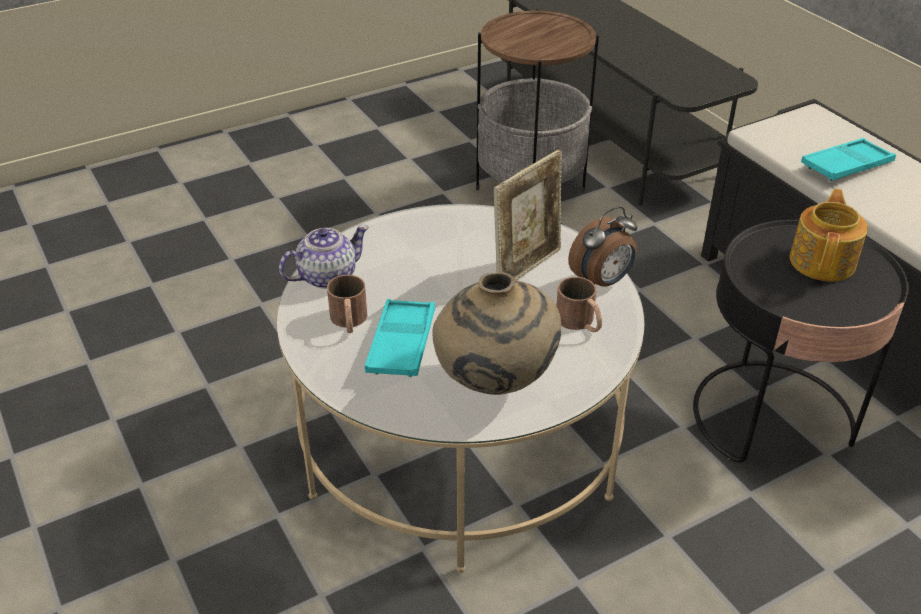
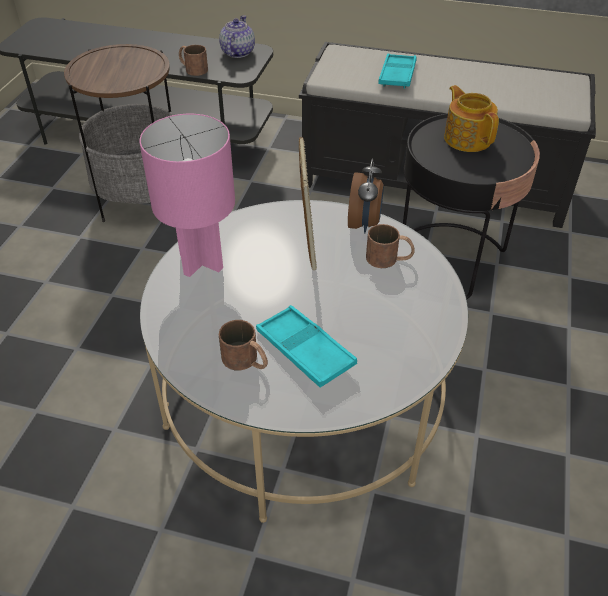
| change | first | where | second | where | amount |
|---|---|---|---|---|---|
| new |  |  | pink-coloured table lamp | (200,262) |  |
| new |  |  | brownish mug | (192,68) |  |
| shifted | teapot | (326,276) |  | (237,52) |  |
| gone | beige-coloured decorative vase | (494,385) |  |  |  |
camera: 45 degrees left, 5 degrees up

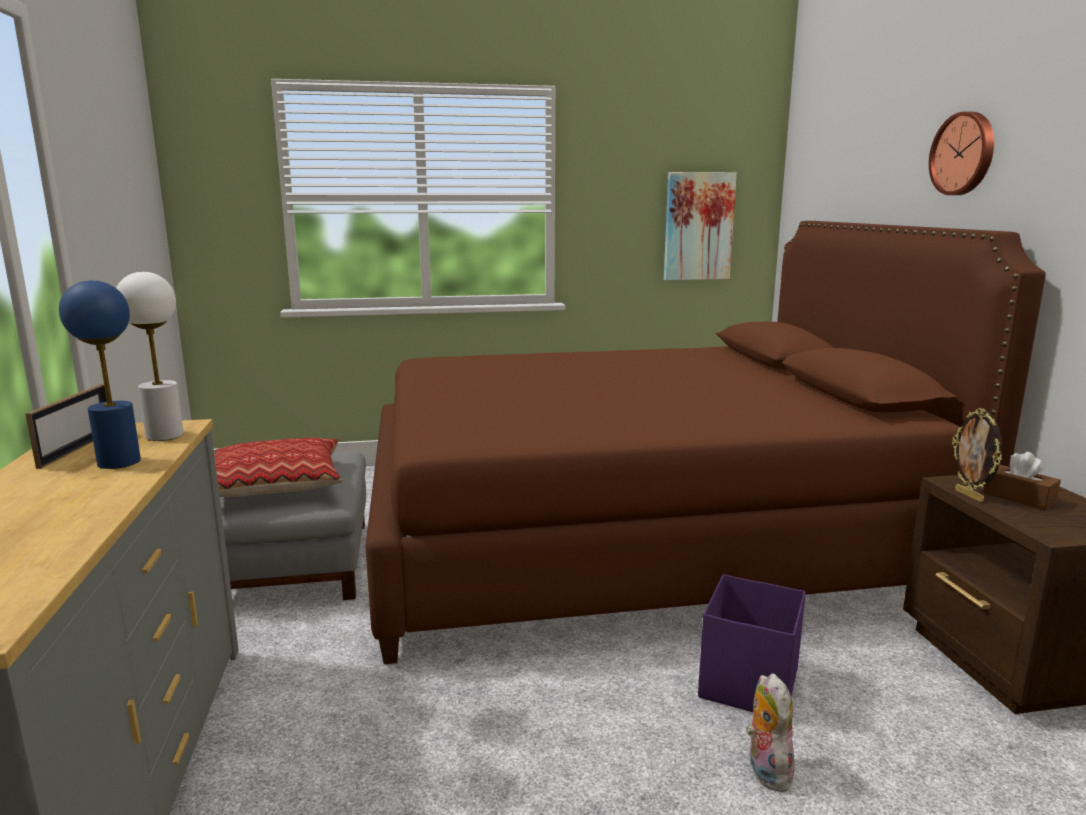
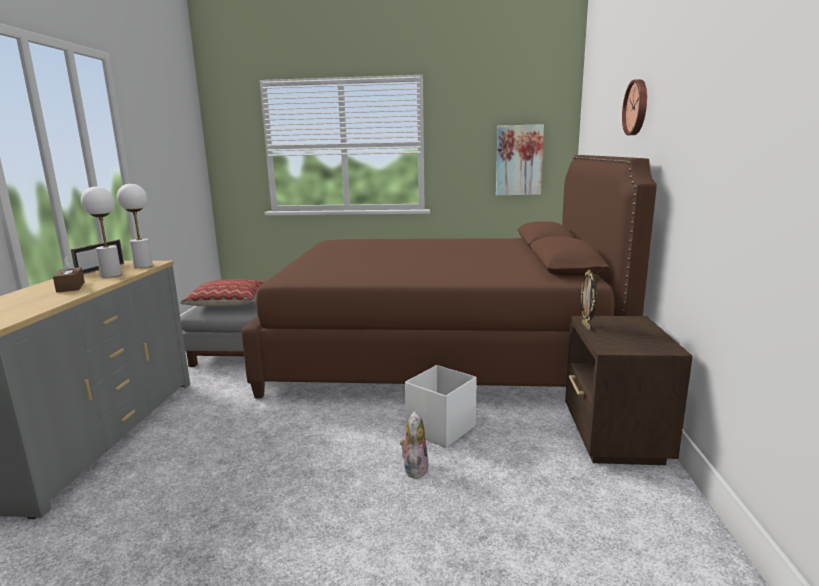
| change | first | where | second | where | amount |
|---|---|---|---|---|---|
| shifted | brownish box of tissues | (1019,498) |  | (71,287) |  |
| repainted | blue table lamp | (119,462) | white table lamp | (111,275) |  |
| repainted | purple storage bin | (747,685) | white storage bin | (440,429) |  |
camera: 15 degrees right, 0 degrees up

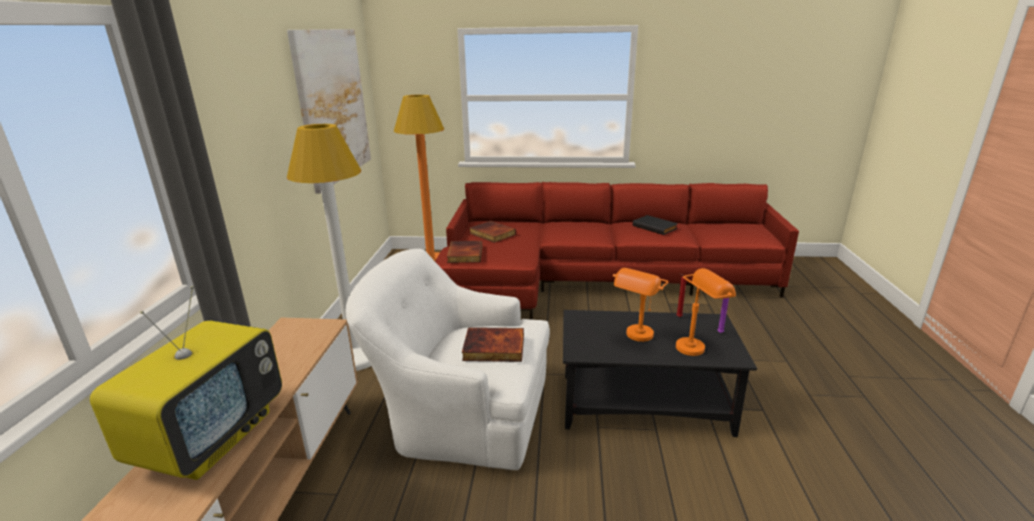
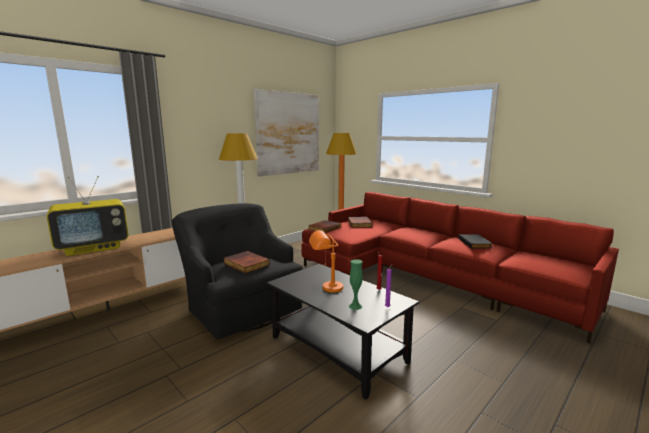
| change | first | where | second | where | amount |
|---|---|---|---|---|---|
| repainted | white easy chair | (460,413) | blackish easy chair | (240,307) |  |
| swapped | orange-coloured table lamp | (697,345) | green decorative vase | (355,306) |  |
camera: 40 degrees right, 10 degrees down

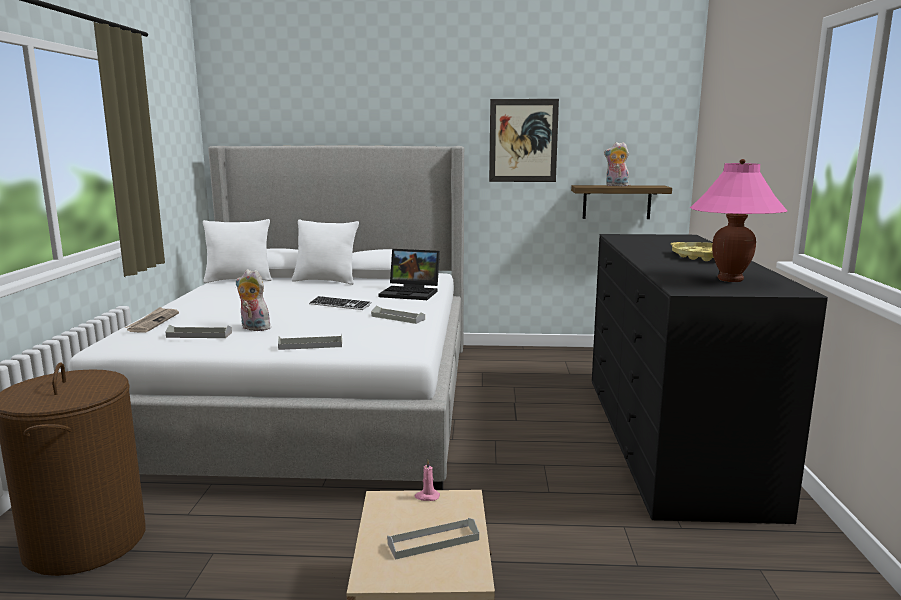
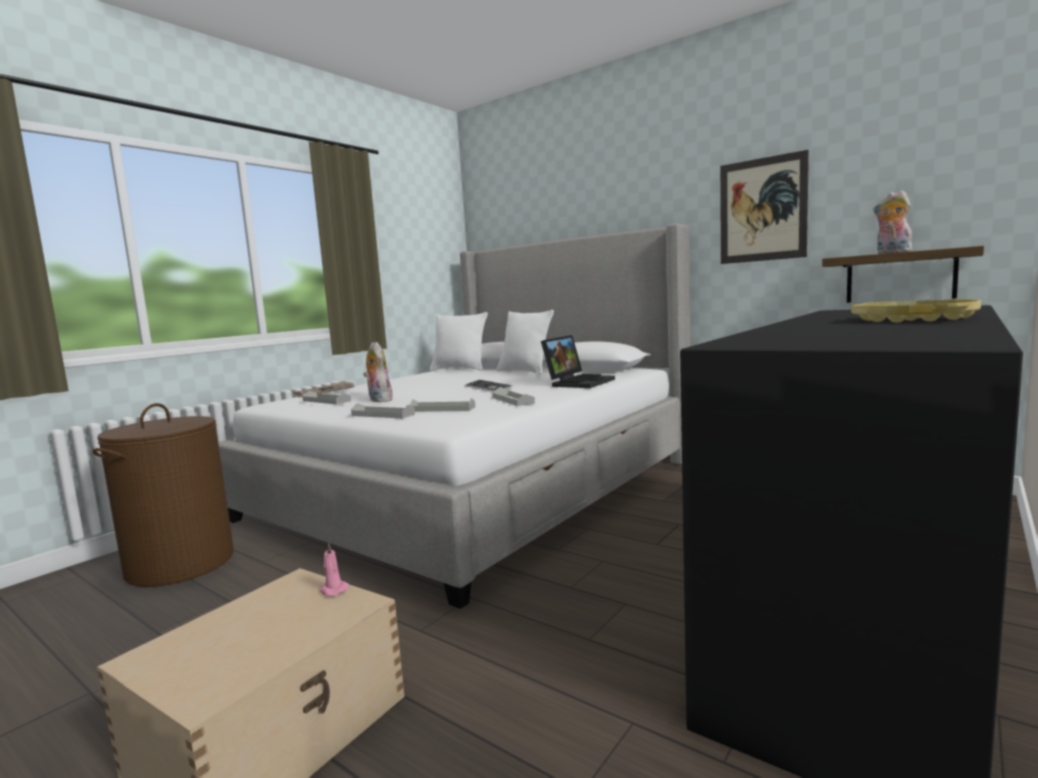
| change | first | where | second | where | amount |
|---|---|---|---|---|---|
| shifted | greyish tray | (433,541) |  | (442,409) |  |
| rotated | laptop | (411,293) |  | (578,382) | 105 degrees counterclockwise |
| gone | pink-coloured table lamp | (730,279) |  |  |  |
camera: 35 degrees right, 5 degrees down

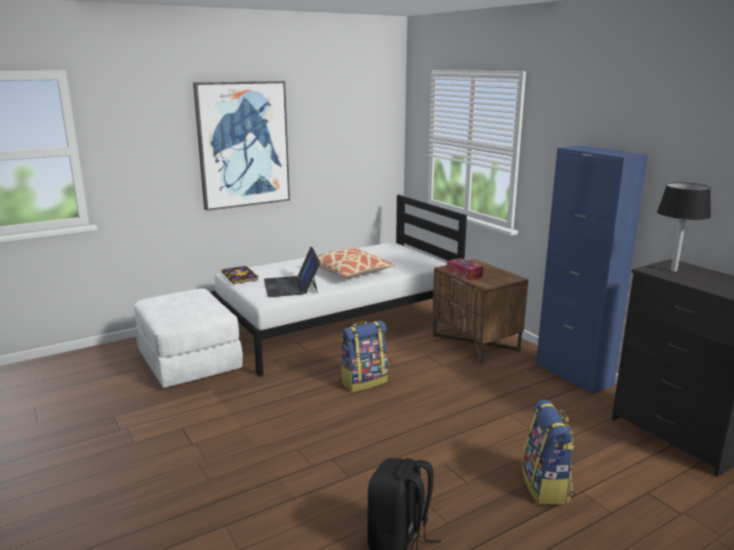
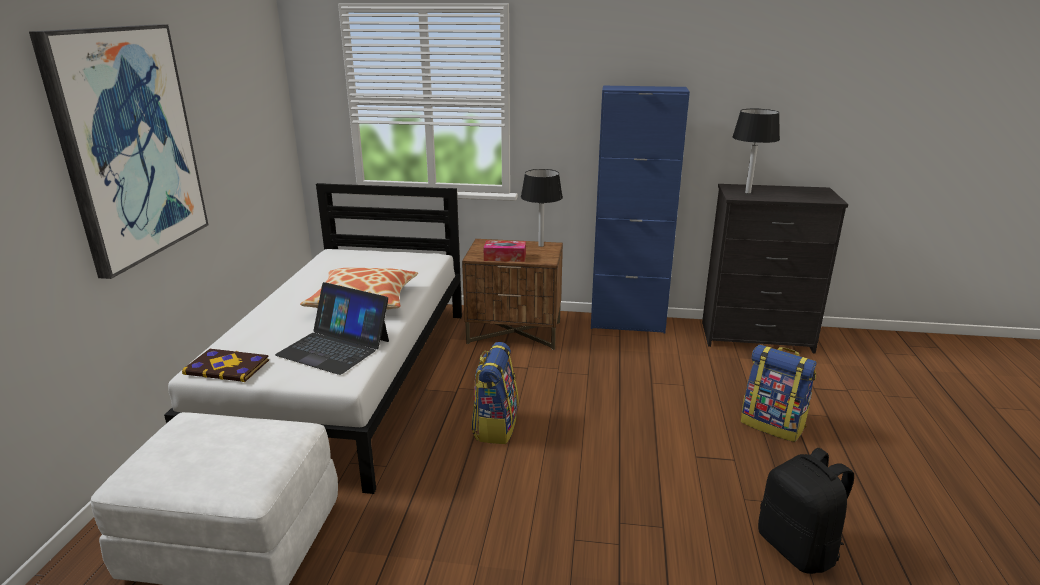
| change | first | where | second | where | amount |
|---|---|---|---|---|---|
| new |  |  | blackish table lamp | (540,246) |  |
camera: 50 degrees left, 5 degrees up

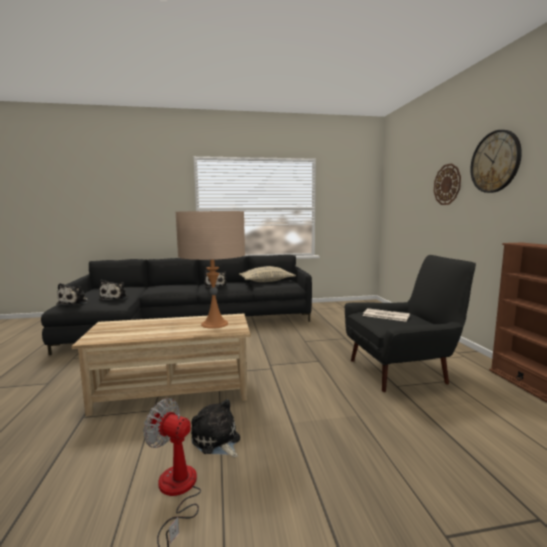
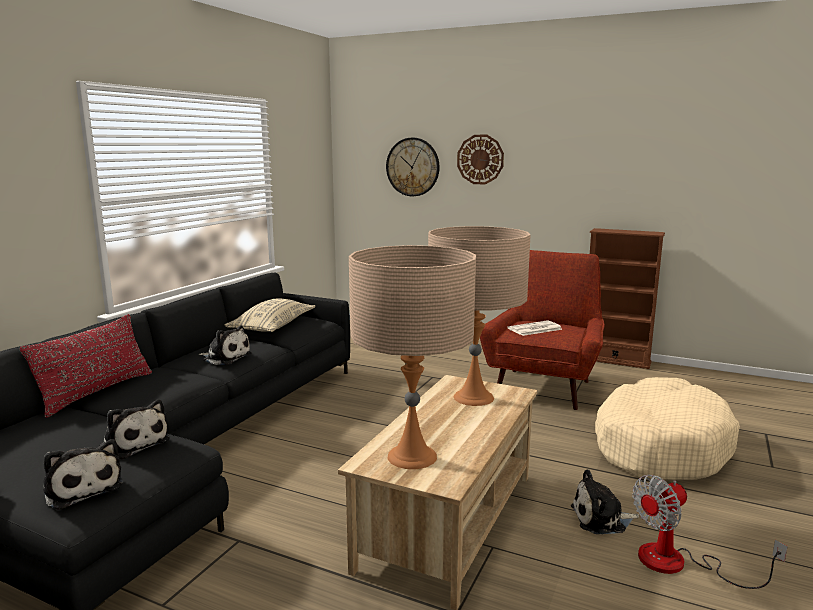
| change | first | where | second | where | amount |
|---|---|---|---|---|---|
| new |  |  | red cushion | (96,392) |  |
| new |  |  | beige-coloured table lamp | (412,456) |  |
| shifted | clock on the wall | (495,162) |  | (413,167) |  |
| repainted | blackish easy chair | (402,370) | red easy chair | (544,386) |  |
| new |  |  | beige-coloured dog bed | (659,446) |  |
camera: 55 degrees left, 5 degrees up

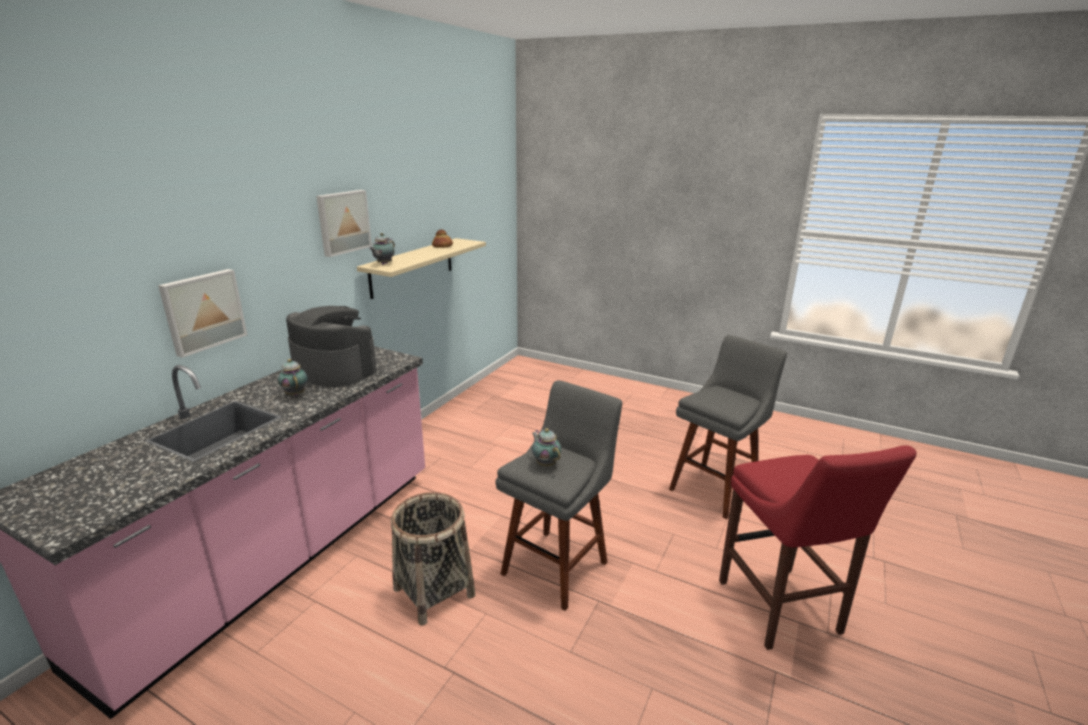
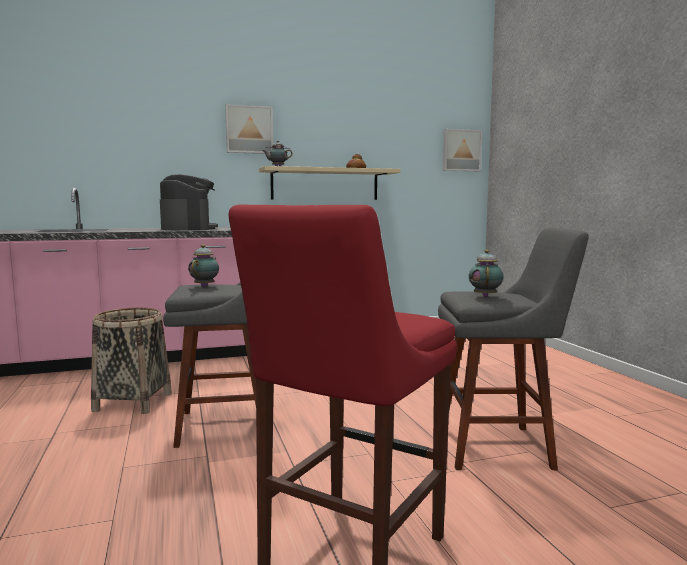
| change | first | where | second | where | amount |
|---|---|---|---|---|---|
| shifted | wall art | (203,311) |  | (461,150) |  |
| shifted | teapot | (295,393) |  | (485,296) |  |
camera: 45 degrees right, 15 degrees down

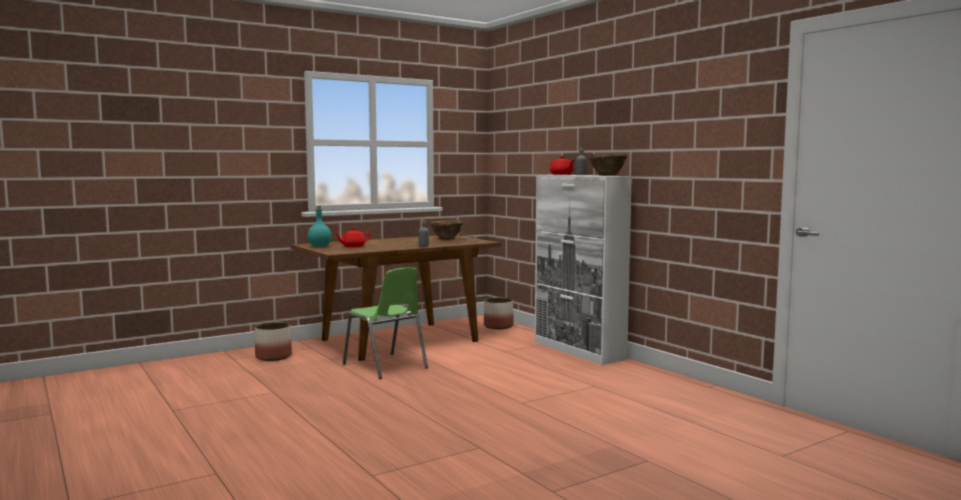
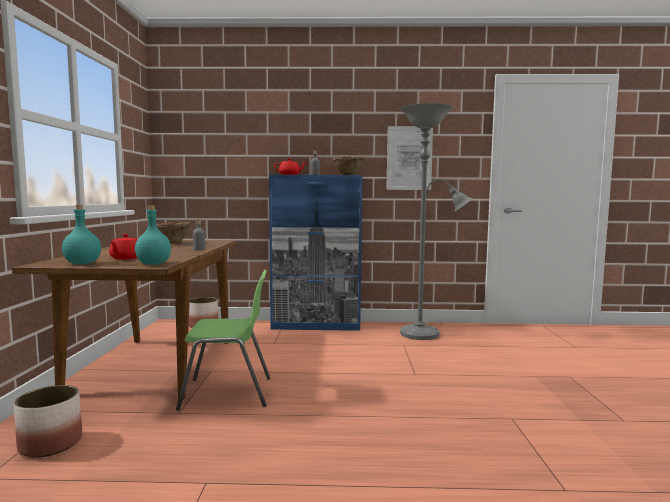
| change | first | where | second | where | amount |
|---|---|---|---|---|---|
| new |  |  | turquoise drink bottle | (154,264) |  |
| repainted | white cupboard | (579,350) | blue cupboard | (316,326) |  |
| new |  |  | wall art | (409,158) |  |
| new |  |  | greyish floor lamp | (425,334) |  |
camera: 55 degrees left, 0 degrees up

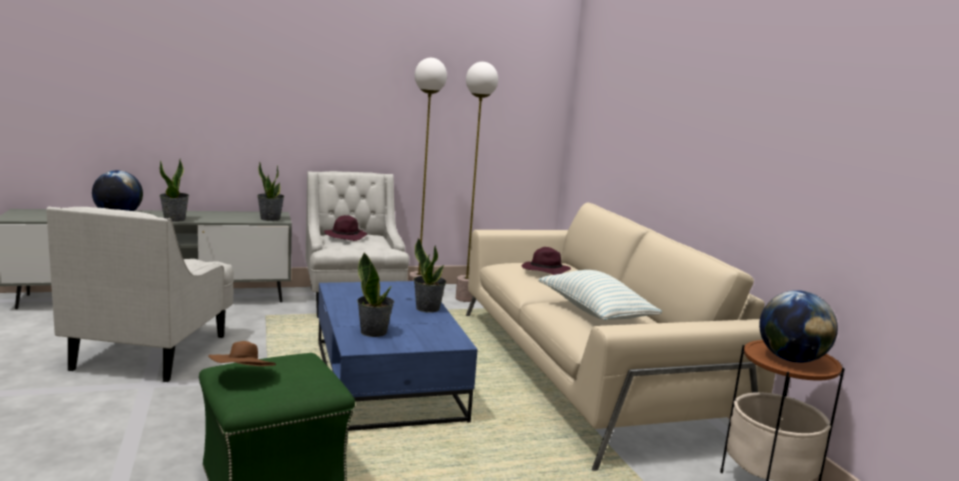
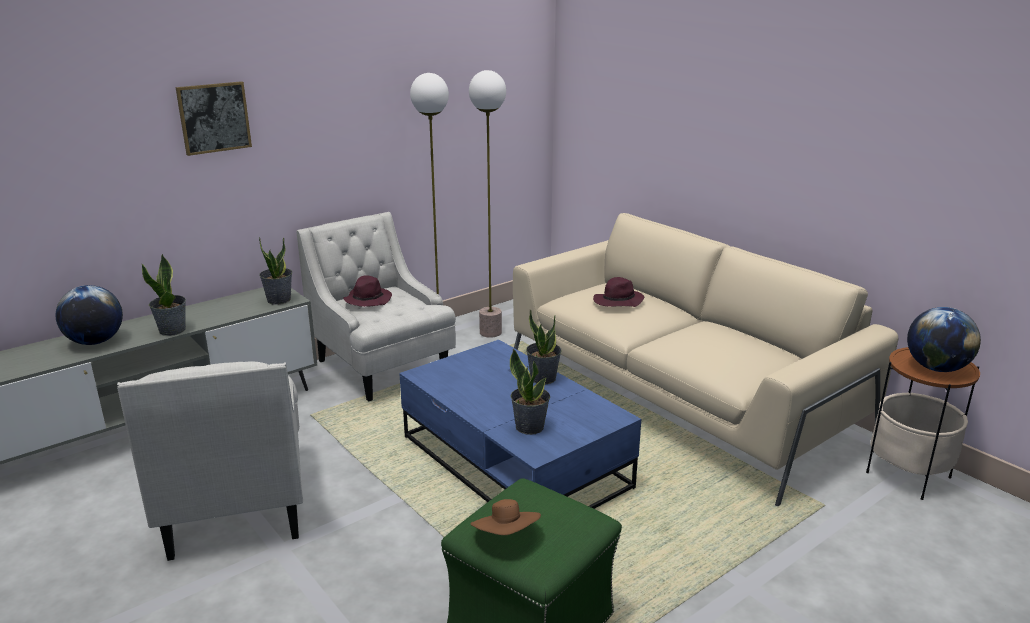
| change | first | where | second | where | amount |
|---|---|---|---|---|---|
| new |  |  | wall art | (214,117) |  |
| gone | cushion | (595,312) |  |  |  |
camera: 20 degrees left, 10 degrees up

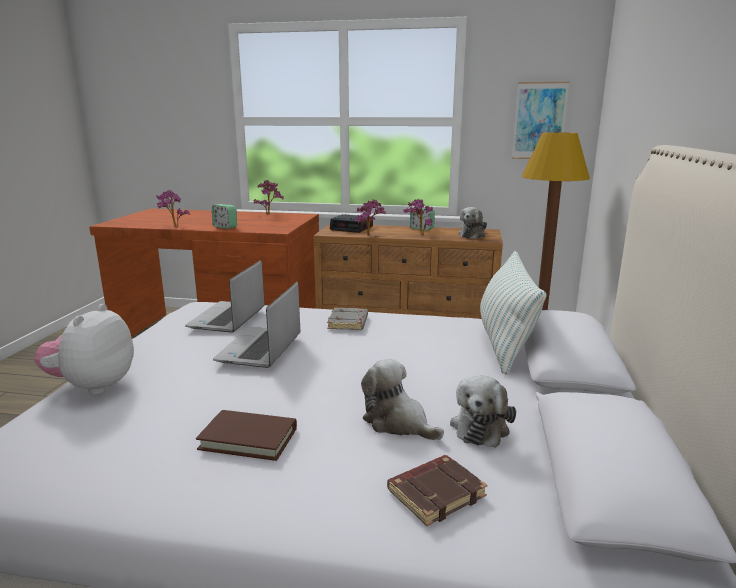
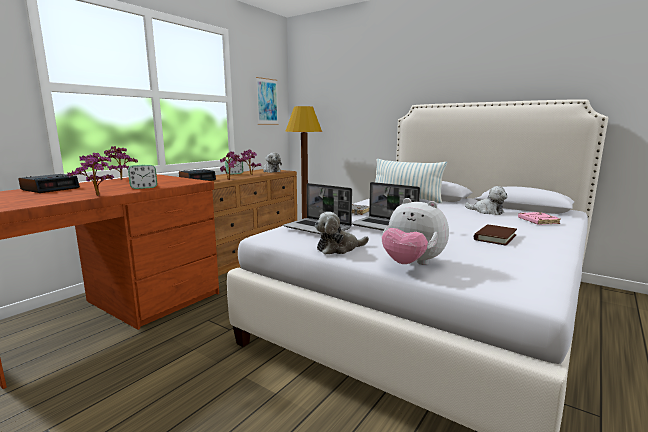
| change | first | where | second | where | amount |
|---|---|---|---|---|---|
| new |  |  | bedside clock | (51,189) |  |
| shifted | cuddly toy | (398,423) |  | (338,248) |  |
| repainted | brownish volume | (436,493) | pink-coloured volume | (537,221) |  |
camera: 65 degrees left, 5 degrees down

